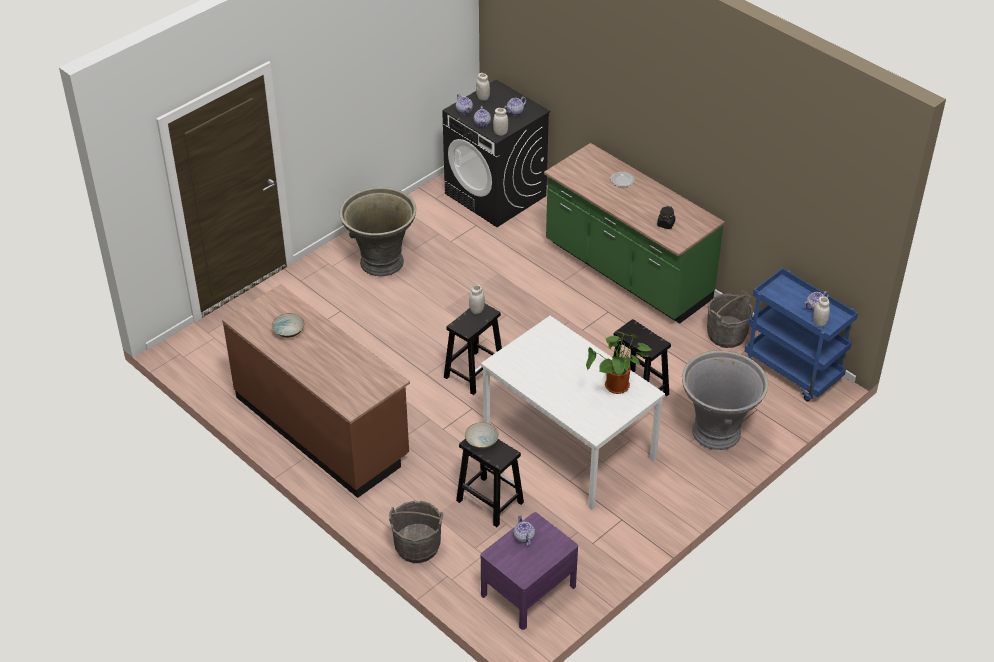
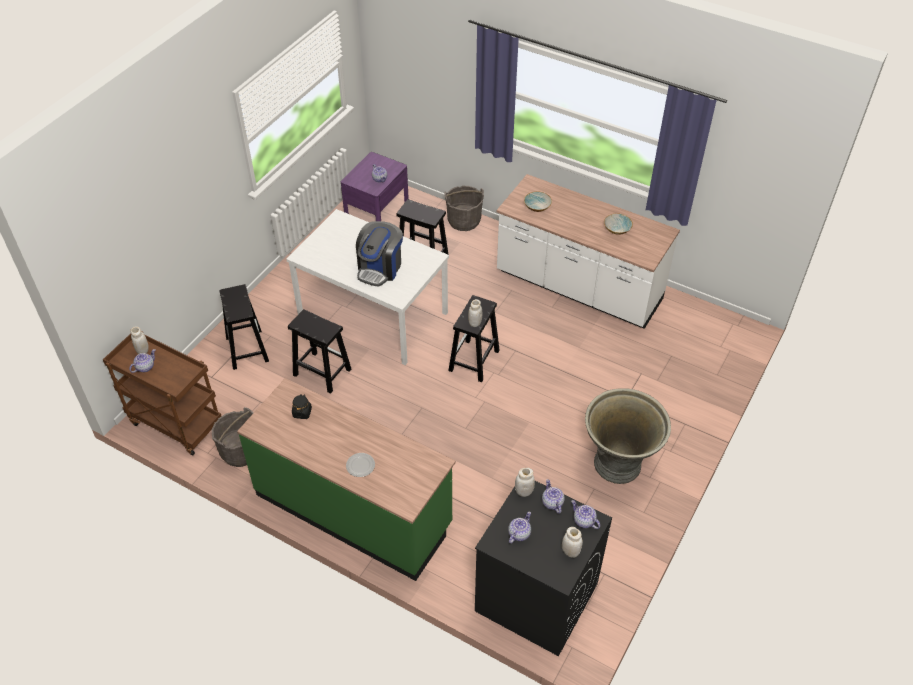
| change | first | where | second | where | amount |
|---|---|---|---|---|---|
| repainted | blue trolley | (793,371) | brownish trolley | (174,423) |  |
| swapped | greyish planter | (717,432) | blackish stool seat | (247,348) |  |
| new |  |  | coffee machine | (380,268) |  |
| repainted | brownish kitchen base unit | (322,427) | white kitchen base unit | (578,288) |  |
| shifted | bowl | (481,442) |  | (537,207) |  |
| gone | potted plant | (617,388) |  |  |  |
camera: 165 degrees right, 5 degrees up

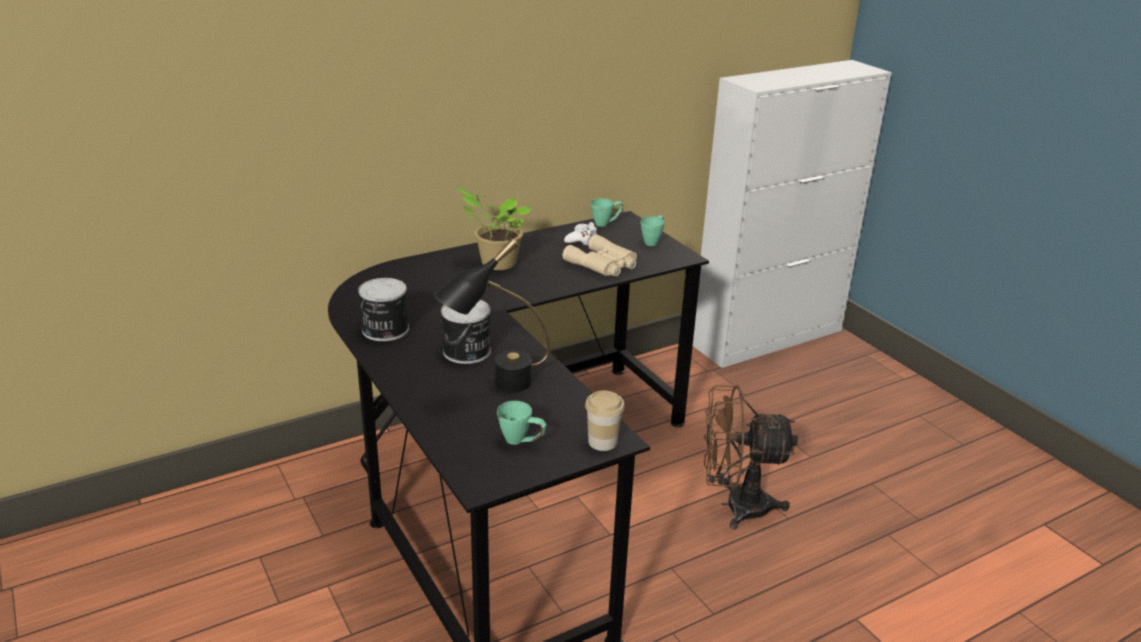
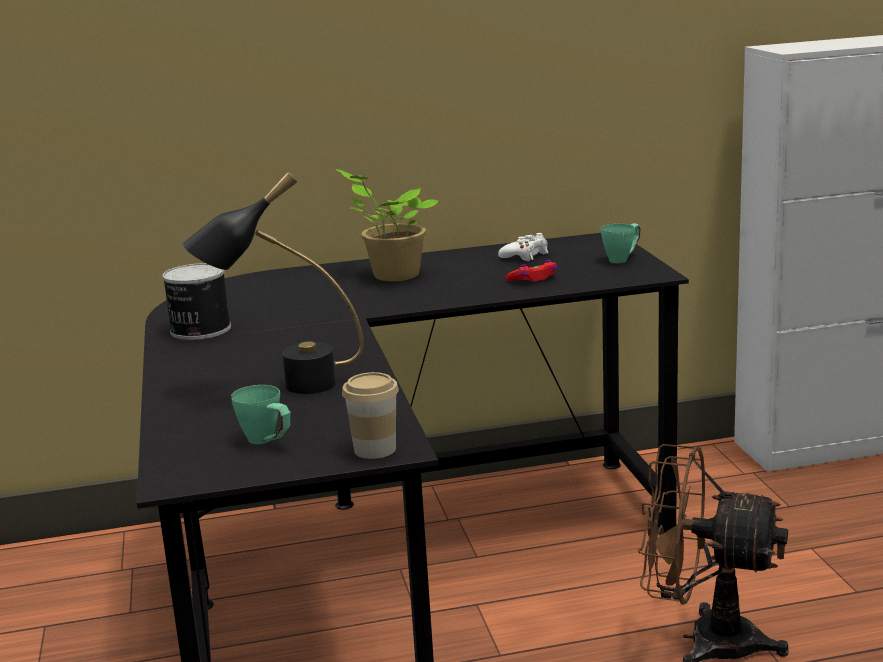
| change | first | where | second | where | amount |
|---|---|---|---|---|---|
| swapped | beige-coloured pair of binoculars | (603,264) | red game controller | (533,279) |  |
| gone | metal can | (467,352) |  |  |  |
| gone | green mug | (606,223) |  |  |  |
camera: 20 degrees right, 10 degrees down

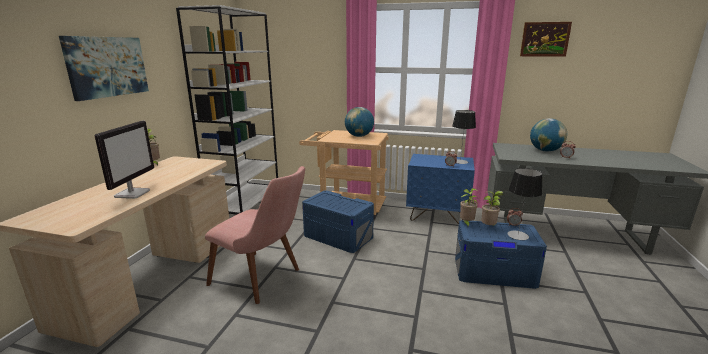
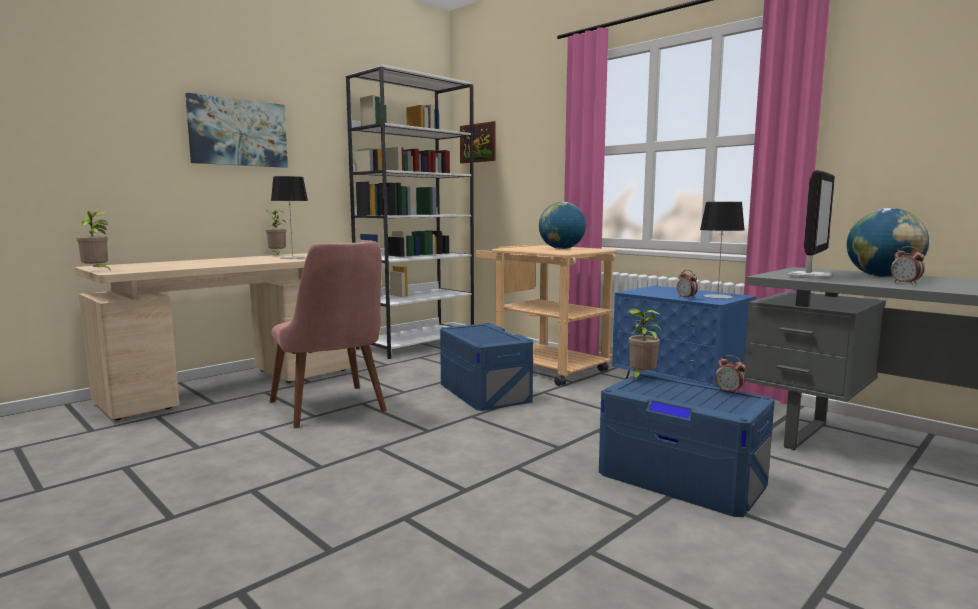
| change | first | where | second | where | amount |
|---|---|---|---|---|---|
| shifted | potted plant | (489,227) |  | (97,271) |  |
| shifted | table lamp | (518,235) |  | (292,258) |  |
| shifted | wall art | (545,39) |  | (478,143) |  |
| shifted | computer screen | (132,193) |  | (809,276) |  |
camera: 30 degrees right, 10 degrees down

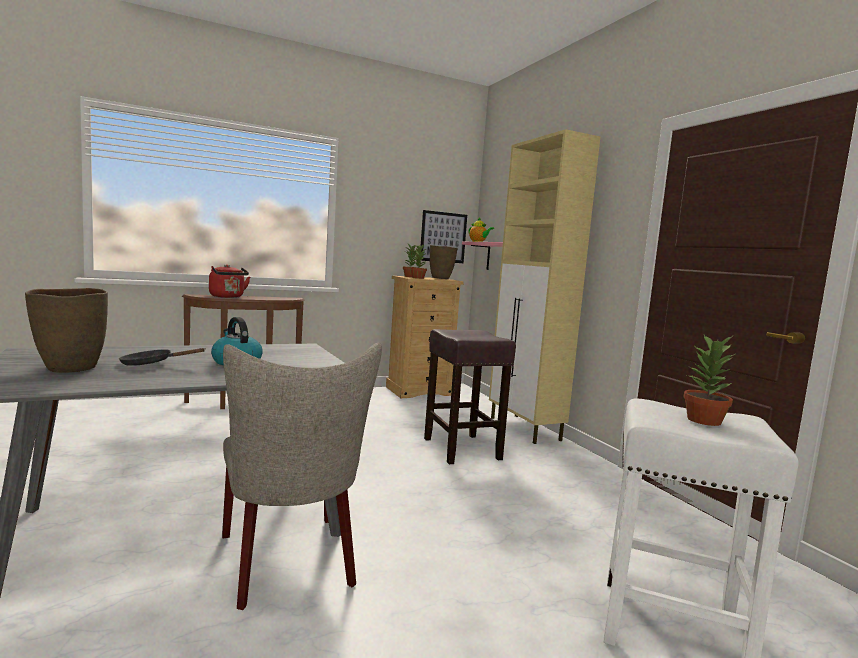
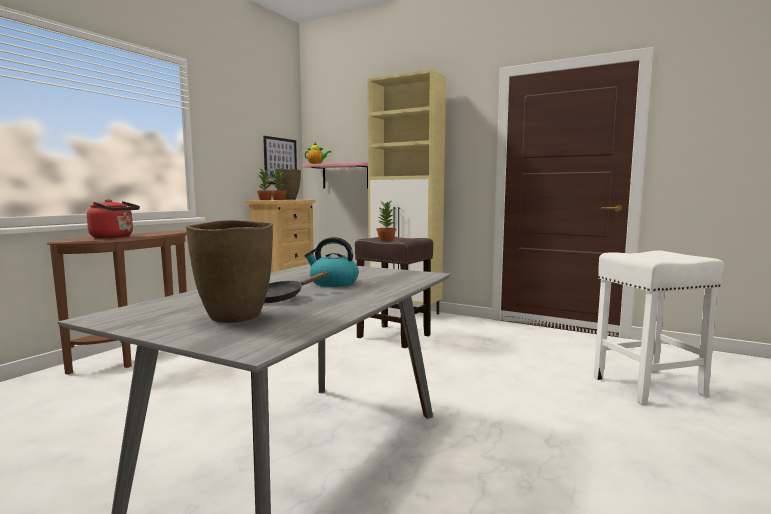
| change | first | where | second | where | amount |
|---|---|---|---|---|---|
| shifted | potted plant | (704,421) |  | (386,240) |  |
| gone | beige-coloured chair | (290,564) |  |  |  |
camera: 35 degrees left, 0 degrees up

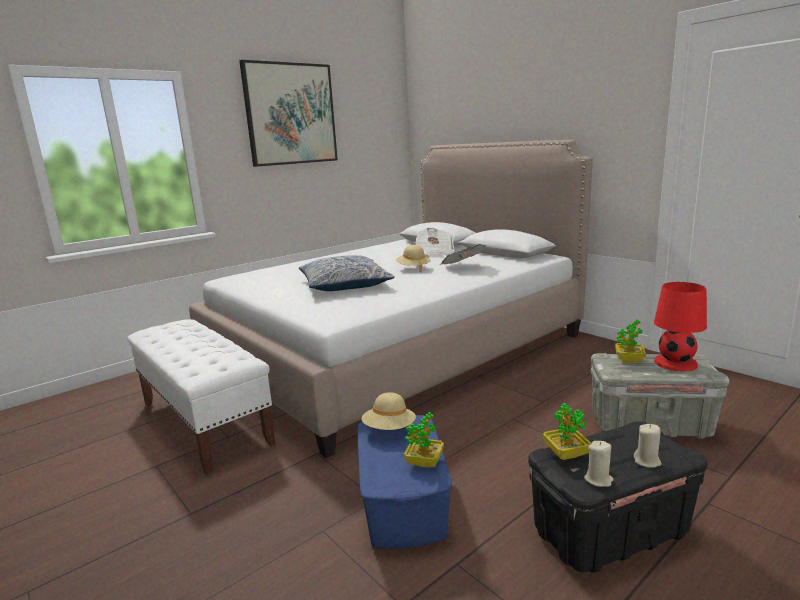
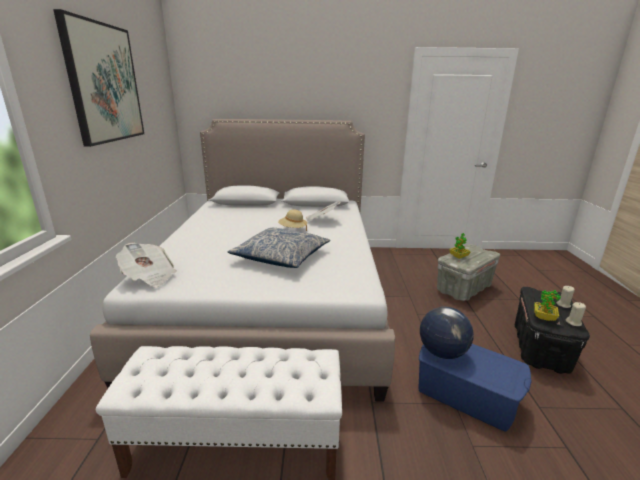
| change | first | where | second | where | amount |
|---|---|---|---|---|---|
| shifted | daily paper | (435,253) |  | (149,277) |  |
| swapped | beige-coloured wearable hat | (389,429) | globe | (442,352) |  |
| gone | potted plant | (424,462) |  |  |  |
| gone | red table lamp | (675,363) |  |  |  |
camera: 50 degrees left, 5 degrees up

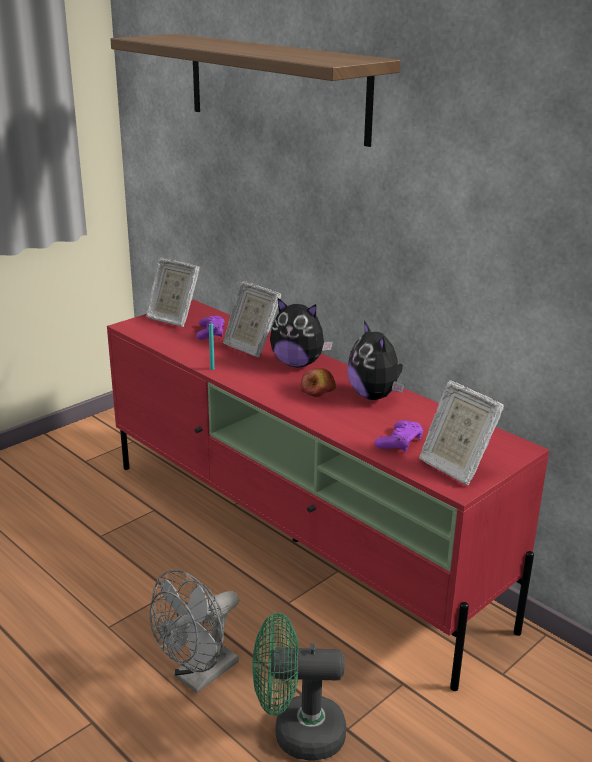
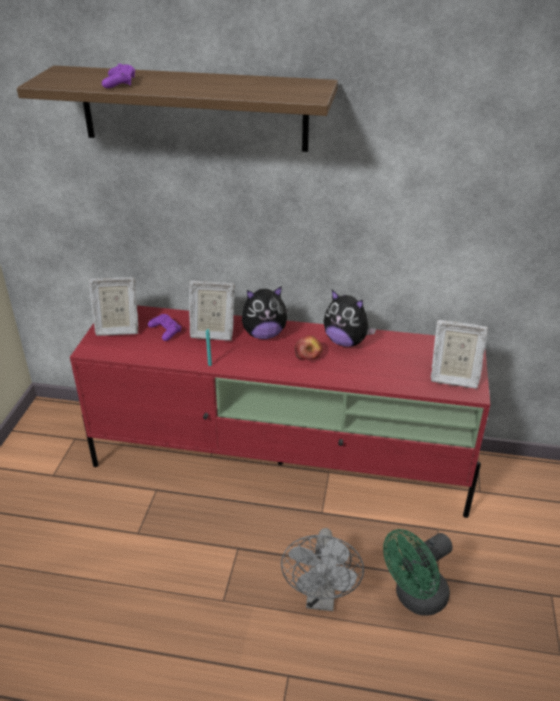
| change | first | where | second | where | amount |
|---|---|---|---|---|---|
| shifted | purple game controller | (399,442) |  | (119,83) |  |
camera: 35 degrees left, 10 degrees up

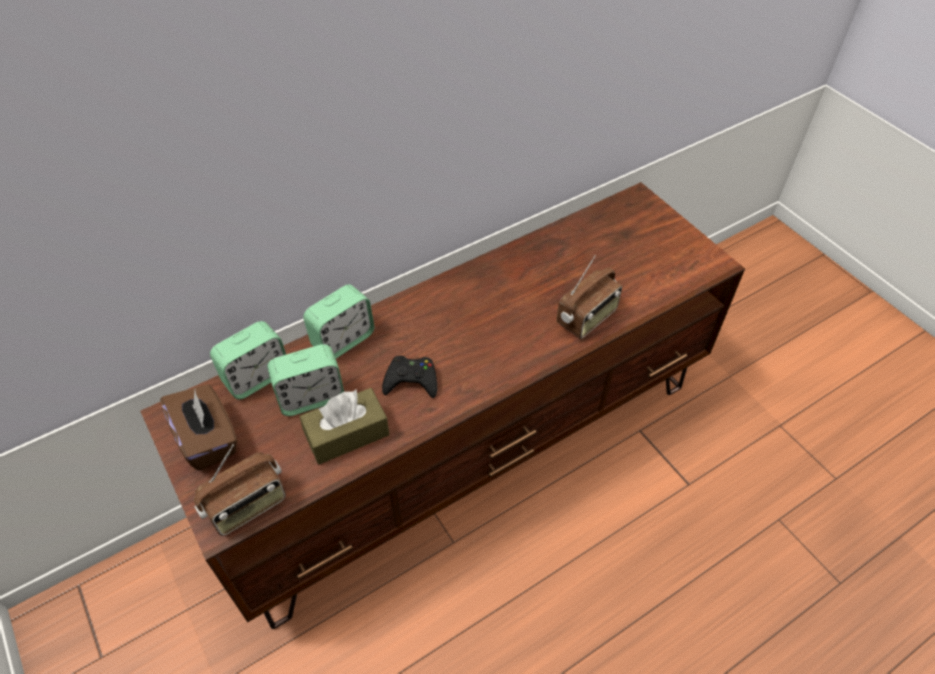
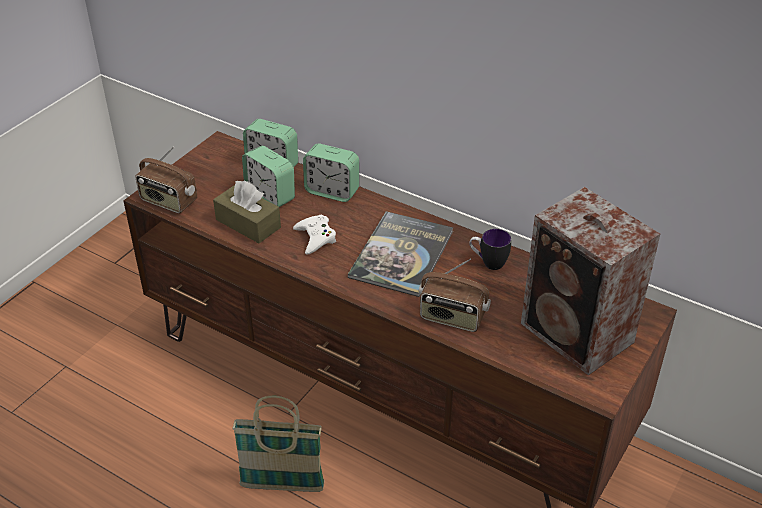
| change | first | where | second | where | amount |
|---|---|---|---|---|---|
| new |  |  | basket | (282,486) |  |
| repainted | blackish game controller | (411,380) | white game controller | (315,238) |  |
| new |  |  | volume | (401,254) |  |
| new |  |  | mug | (488,263) |  |
| new |  |  | audio speaker | (578,335) |  |
| gone | brownish box of tissues | (208,439) |  |  |  |
camera: 65 degrees right, 10 degrees down

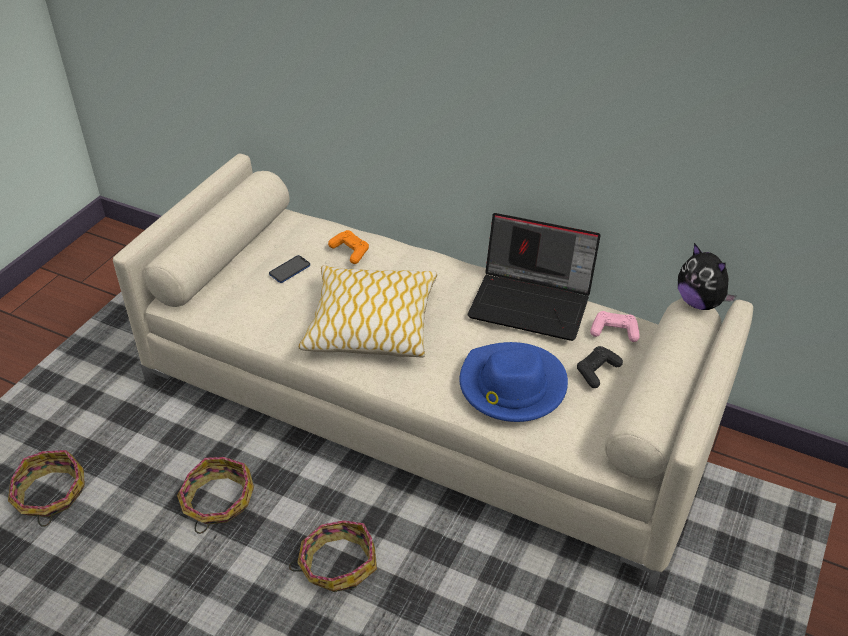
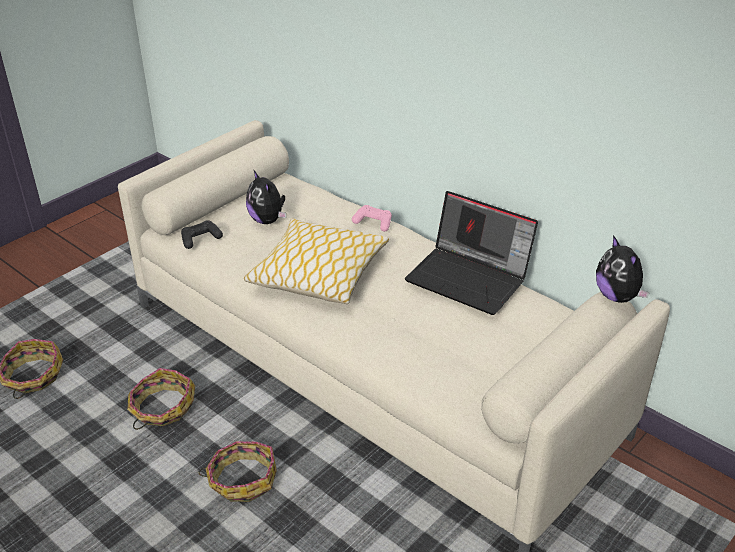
| change | first | where | second | where | amount |
|---|---|---|---|---|---|
| shifted | blackish game controller | (597,371) |  | (200,239) |  |
| swapped | handset | (290,270) | cuddly toy | (268,220) |  |
| shifted | pink-coloured game controller | (614,331) |  | (373,223) |  |
| gone | orange-coloured game controller | (350,251) |  |  |  |
| gone | blue wearable hat | (511,386) |  |  |  |
camera: 15 degrees right, 5 degrees down

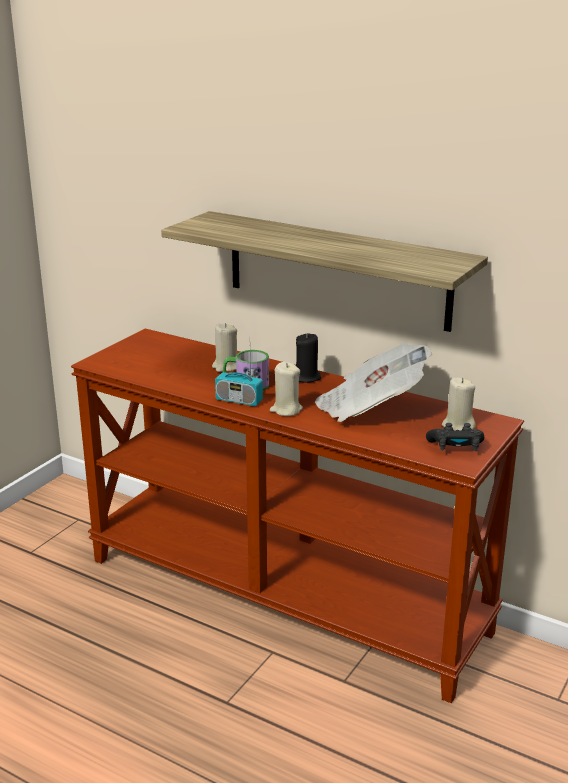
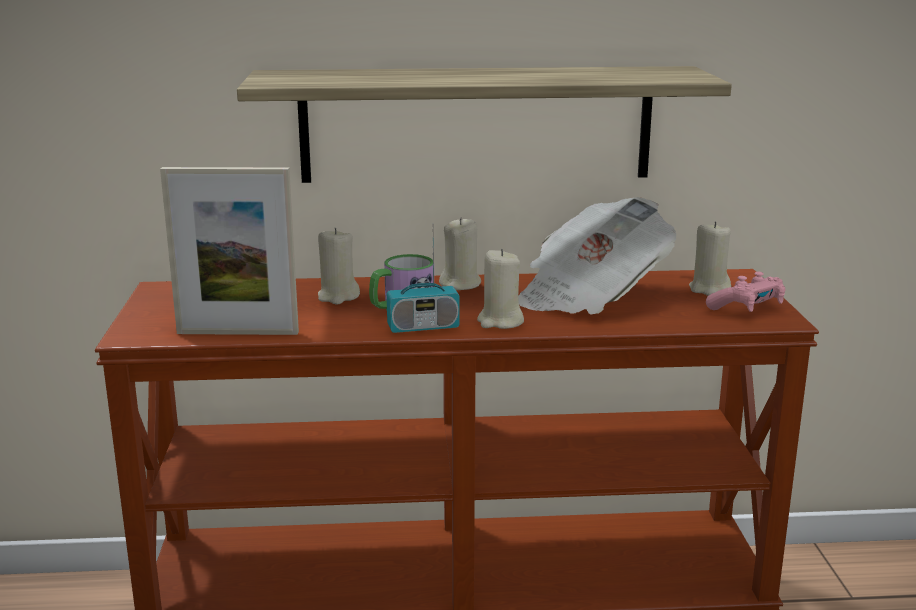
| change | first | where | second | where | amount |
|---|---|---|---|---|---|
| new |  |  | photo frame | (237,333) |  |
| repainted | blackish wax candle | (307,377) | beige-coloured wax candle | (461,284) |  |
| repainted | blackish game controller | (456,448) | pink-coloured game controller | (747,308) |  |
camera: 35 degrees left, 5 degrees down

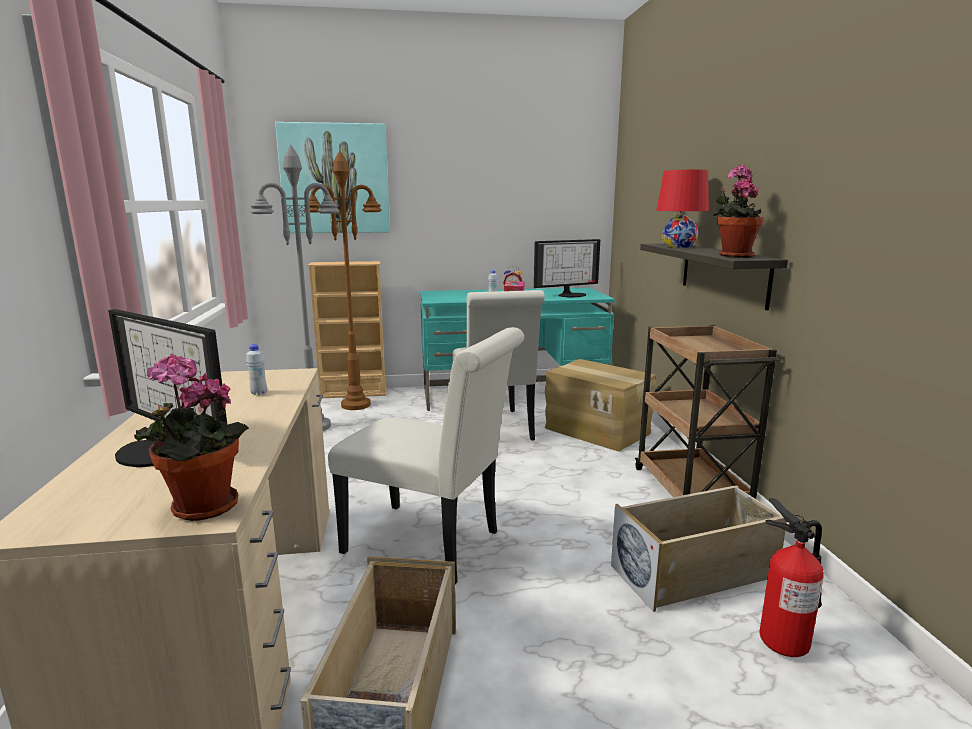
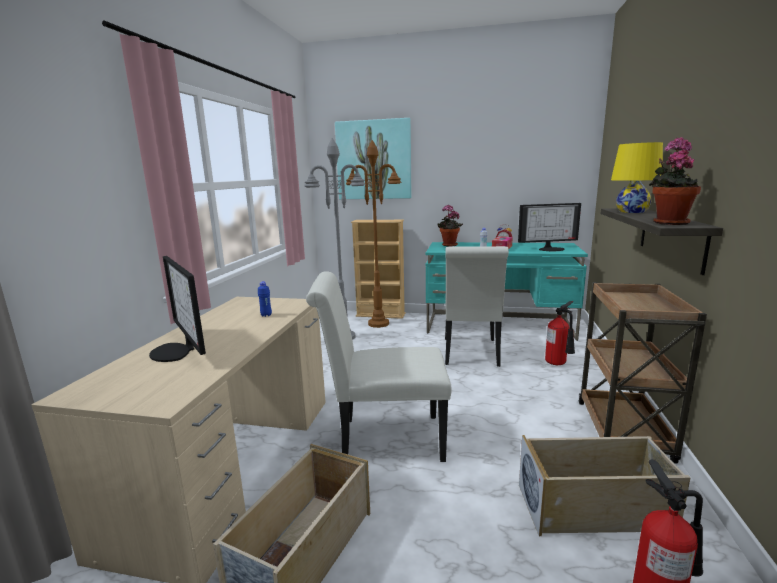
| change | first | where | second | where | amount |
|---|---|---|---|---|---|
| repainted | white drink bottle | (259,393) | blue drink bottle | (266,315) |  |
| rotated | white chair | (431,545) |  | (383,439) | 135 degrees clockwise |
| shifted | potted plant | (200,509) |  | (448,245) |  |
| swapped | packing box | (597,430) | fire-fighting cylinder | (558,364) |  |
| repainted | red table lamp | (679,246) | yellowish table lamp | (632,212) |  |
camera: 20 degrees right, 0 degrees up

